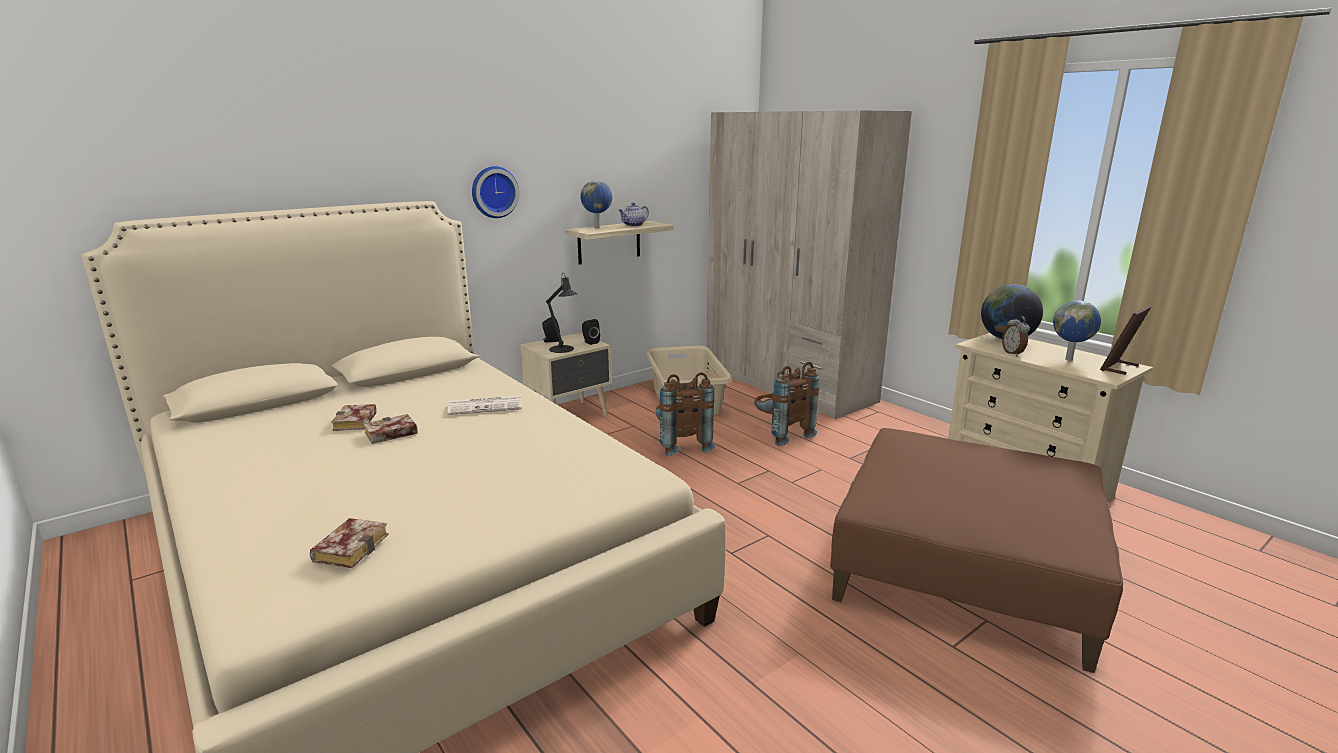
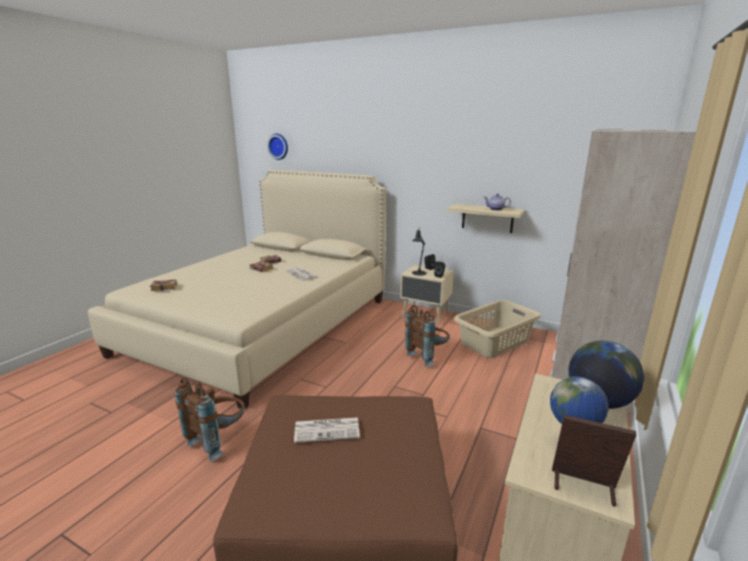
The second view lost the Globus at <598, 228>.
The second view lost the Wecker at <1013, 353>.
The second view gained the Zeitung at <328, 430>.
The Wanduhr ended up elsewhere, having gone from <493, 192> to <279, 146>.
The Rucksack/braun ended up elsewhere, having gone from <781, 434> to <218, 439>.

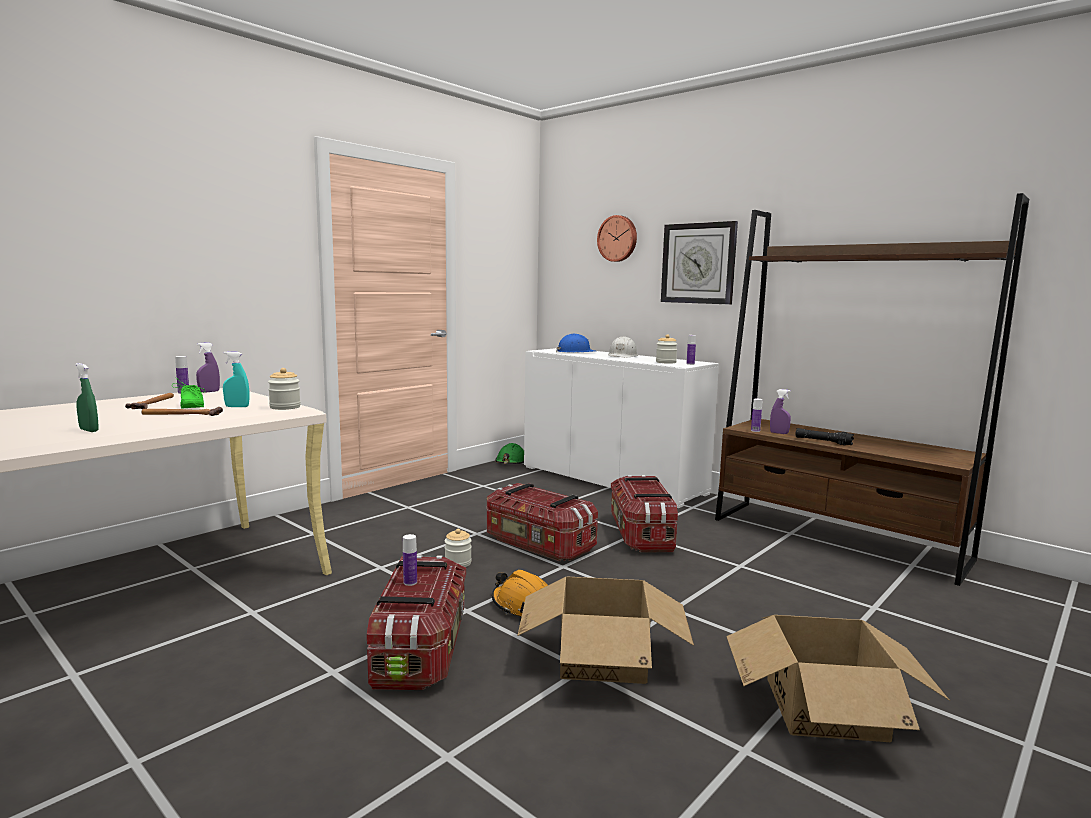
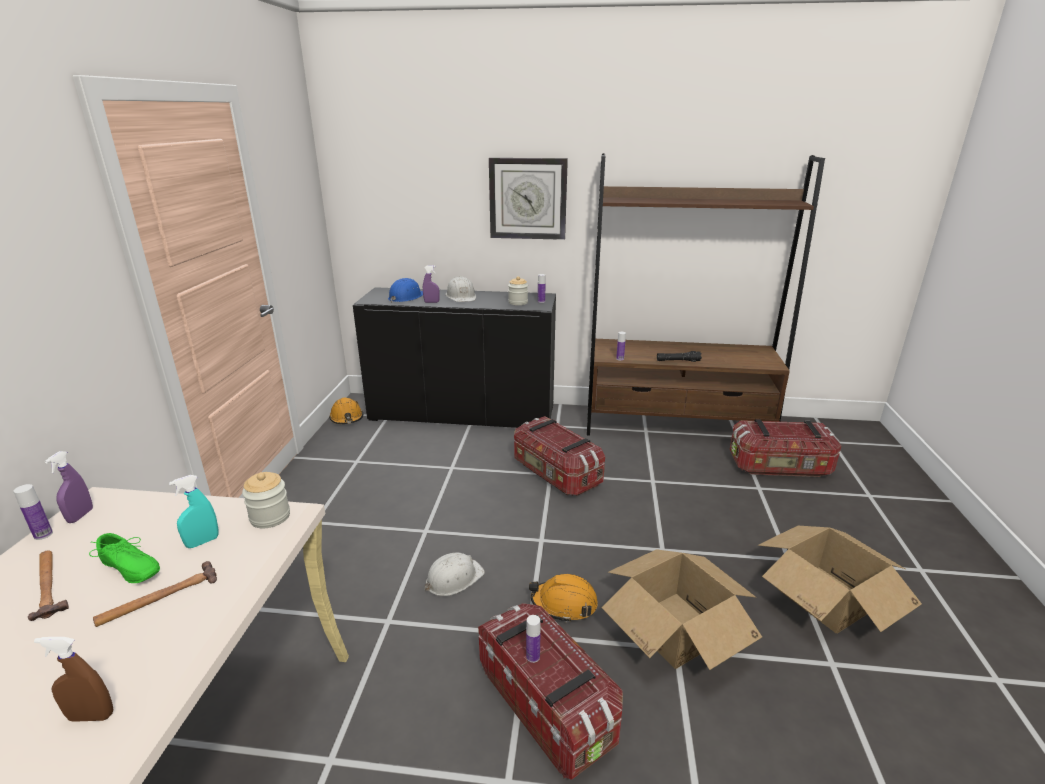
The second view lost the Wanduhr at <618, 238>.
The Aufbewahrungsbox ended up elsewhere, having gone from <538, 545> to <780, 467>.
The Sprühflasche/lila ended up elsewhere, having gone from <779, 433> to <431, 302>.
Where the Vorratsglas stood at <458, 563>, the Schutzhelm/weiß came to stand at <453, 578>.
What was the Sprühflasche/grün at <89, 430> turned into the Sprühflasche/braun at <91, 716>.
What was the Schutzhelm/grün at <511, 462> turned into the Schutzhelm/orange at <347, 418>.
What was the Schrank/weiß at <611, 480> turned into the Schrank/schwarz at <462, 413>.

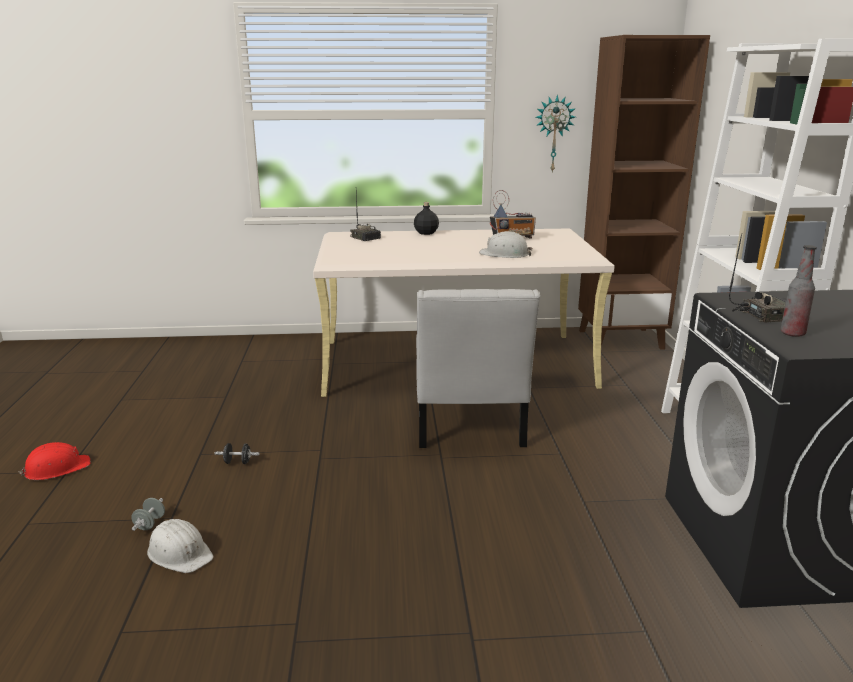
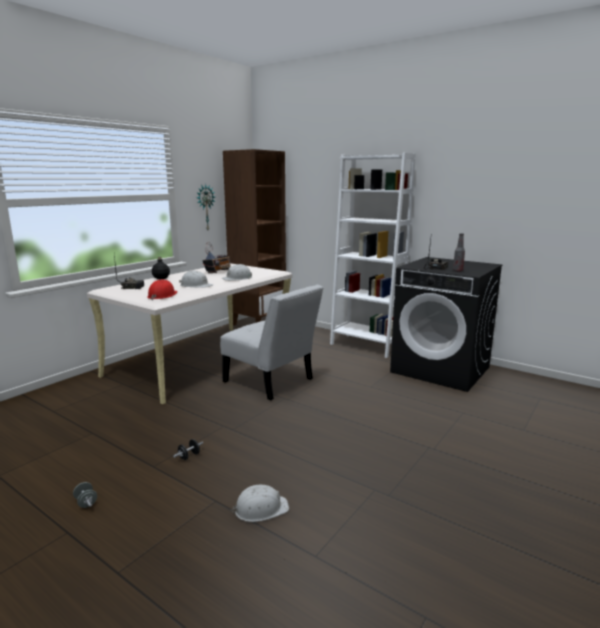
The second view gained the Schutzhelm/weiß at <196, 285>.
The Schutzhelm/rot ended up elsewhere, having gone from <57, 468> to <162, 295>.
The Hantel/grau ended up elsewhere, having gone from <150, 523> to <86, 502>.

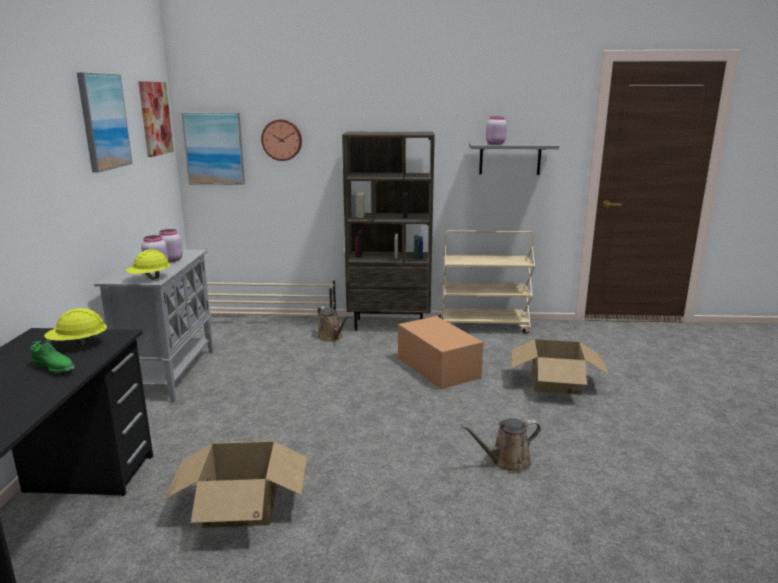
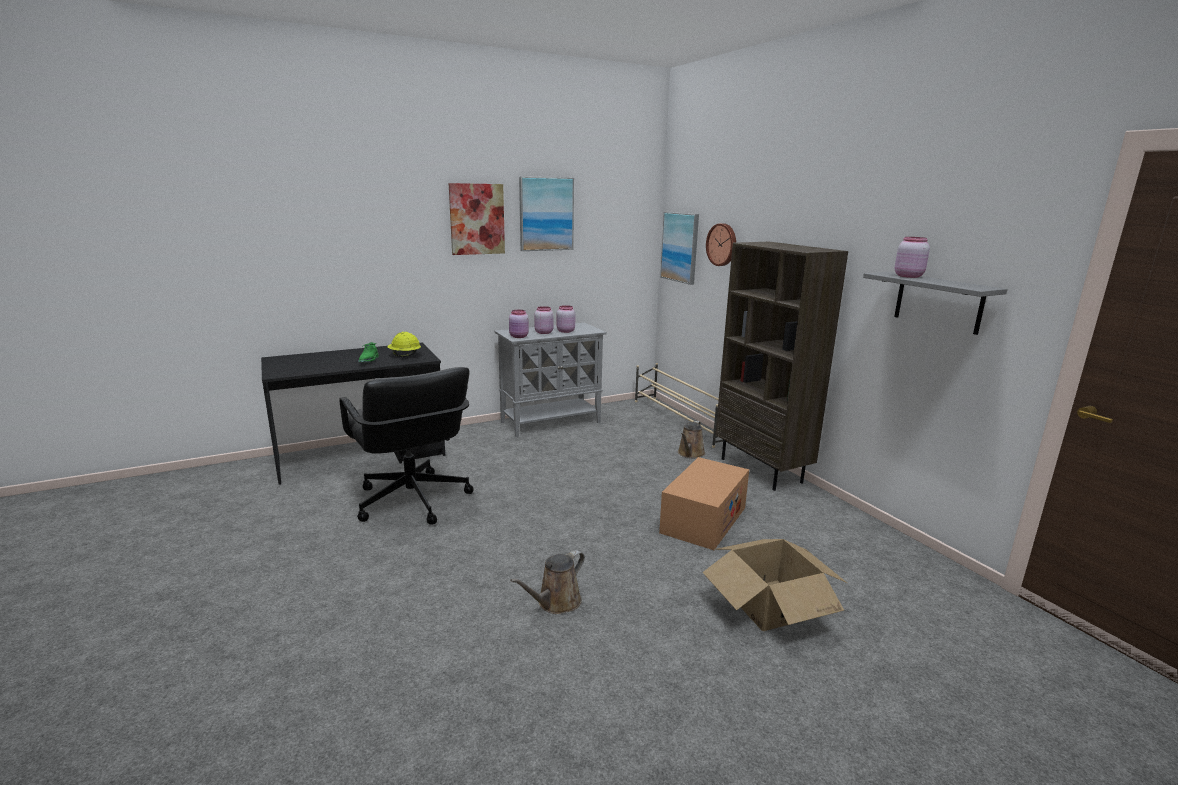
The second view lost the Rollwagen/beige at <484, 326>.
The Bild ended up elsewhere, having gone from <155, 118> to <477, 219>.
Where the Schutzhelm/gelb stood at <150, 278>, the Vorratsglas/rosa came to stand at <519, 336>.
Where the Karton stood at <241, 505>, the Bürostuhl/schwarz came to stand at <412, 501>.
The Gießkanne/braun at <506, 461> ended up facing another way, 90 degrees counterclockwise from before.

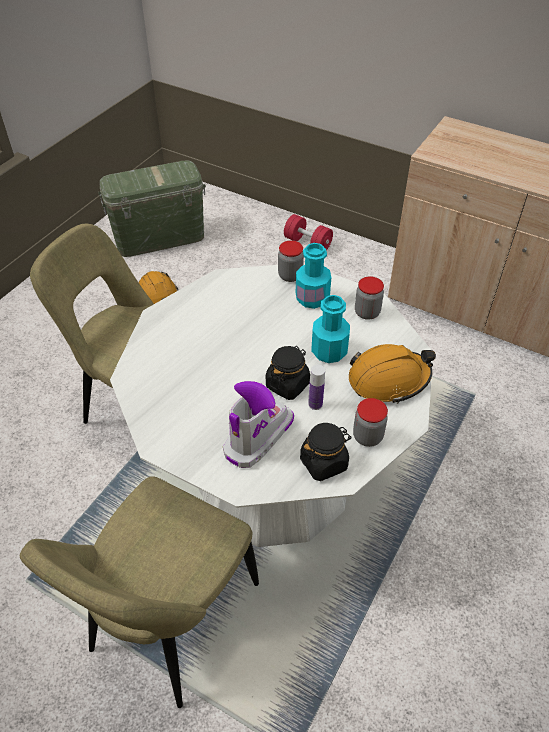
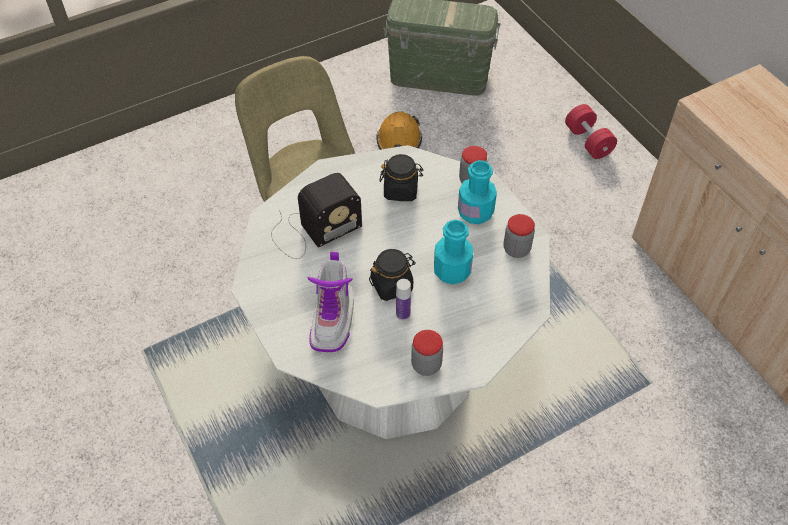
The second view lost the Stuhl/beige at <170, 623>.
The second view lost the Schutzhelm/orange at <388, 379>.
The second view gained the Radio at <312, 230>.
The Vorratsglas/schwarz ended up elsewhere, having gone from <324, 462> to <401, 190>.
The Stiefel at <257, 437> ended up facing another way, 120 degrees clockwise from before.

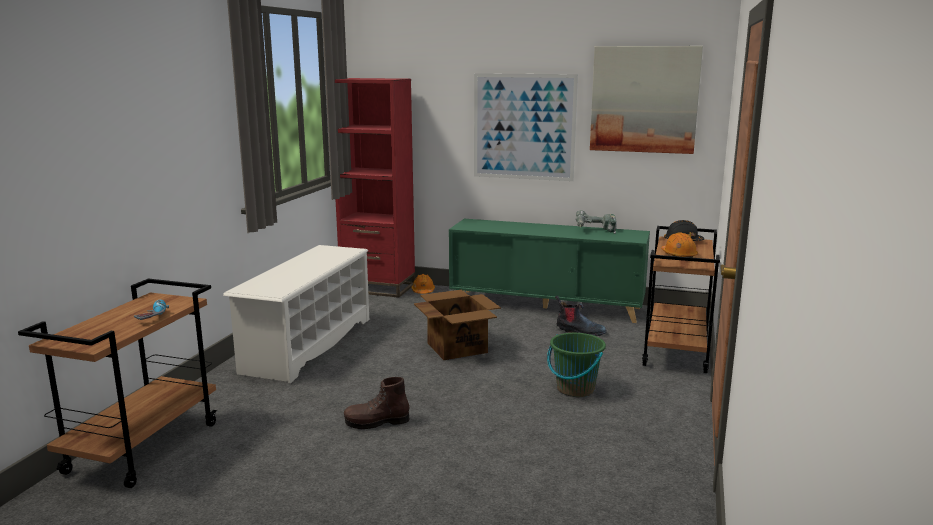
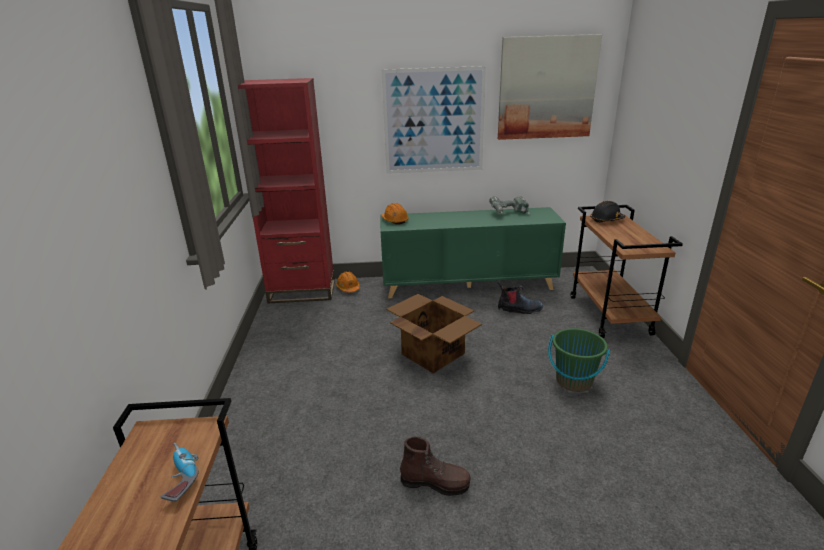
The second view lost the Schuhregal/weiß at <308, 344>.
The Schutzhelm/orange ended up elsewhere, having gone from <678, 255> to <395, 220>.
The Stiefel/braun at <377, 422> ended up facing another way, 135 degrees counterclockwise from before.

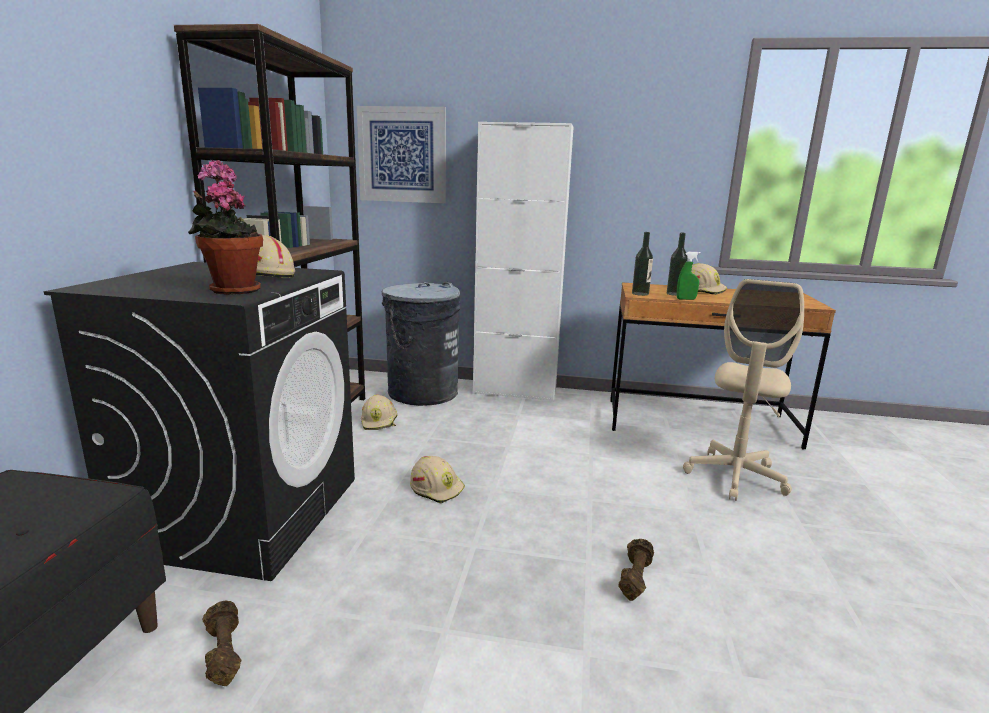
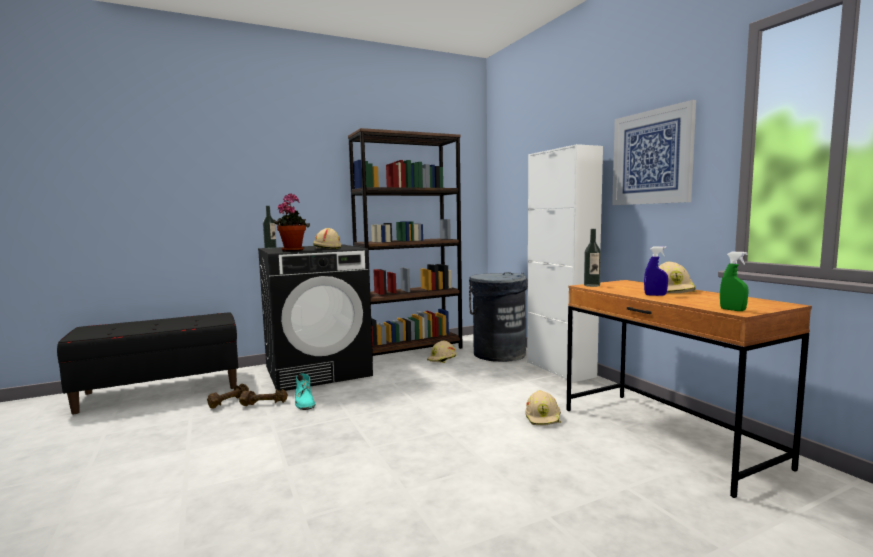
The second view lost the Bürostuhl/beige at <735, 477>.
The second view gained the Stiefel/türkis at <304, 402>.
The second view gained the Sprühflasche/blau at <655, 295>.
The Bild ended up elsewhere, having gone from <402, 155> to <651, 157>.
The Schutzhelm/beige ended up elsewhere, having gone from <437, 488> to <543, 417>.
The Hantel/braun ended up elsewhere, having gone from <634, 578> to <264, 403>.
The Flasche ended up elsewhere, having gone from <674, 294> to <270, 248>.
The Sprühflasche/grün ended up elsewhere, having gone from <686, 299> to <732, 310>.

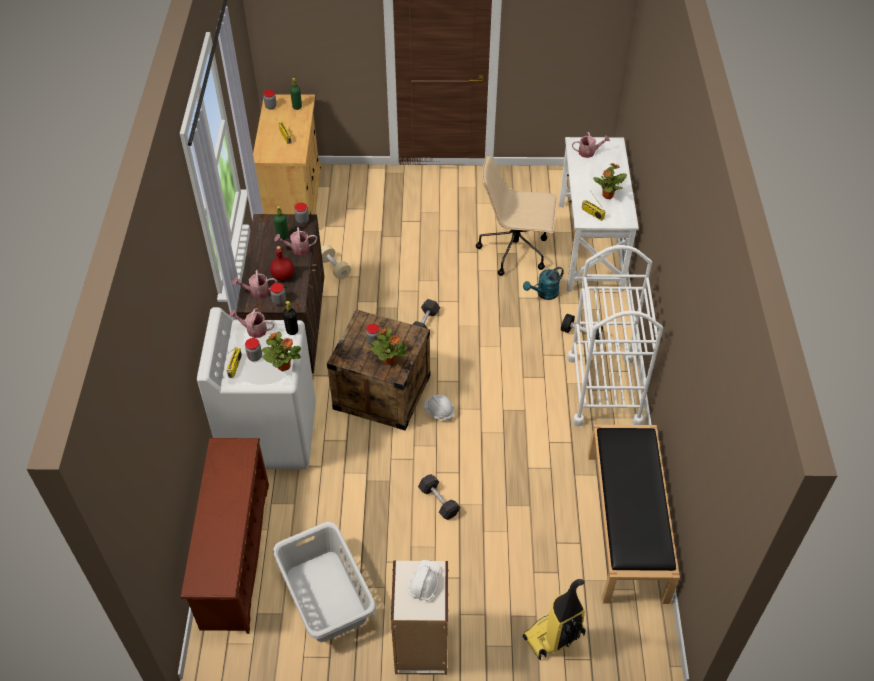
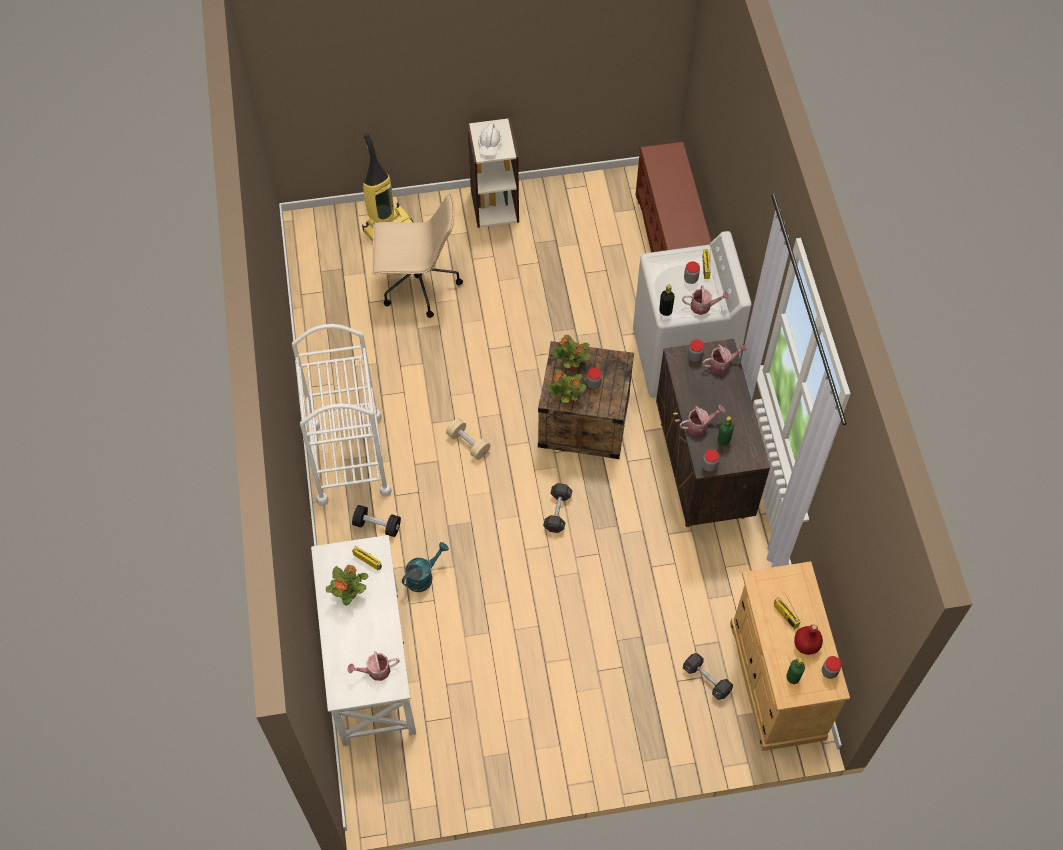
The second view lost the Wäschekorb/grau at <326, 596>.
The second view lost the Schutzhelm/weiß at <439, 412>.
The second view lost the Bank/schwarz at <627, 526>.
The Topfpflanze ended up elsewhere, having gone from <283, 366> to <567, 399>.
The Flasche/rot ended up elsewhere, having gone from <283, 276> to <806, 645>.
The Hantel/beige ended up elsewhere, having gone from <334, 268> to <468, 443>.
The Hantel/schwarz ended up elsewhere, having gone from <438, 501> to <706, 679>.
The Bürostuhl/beige ended up elsewhere, having gone from <515, 251> to <417, 285>.

